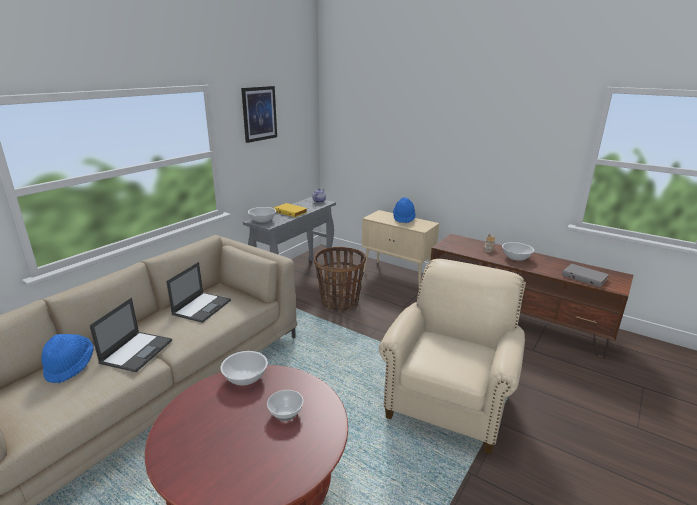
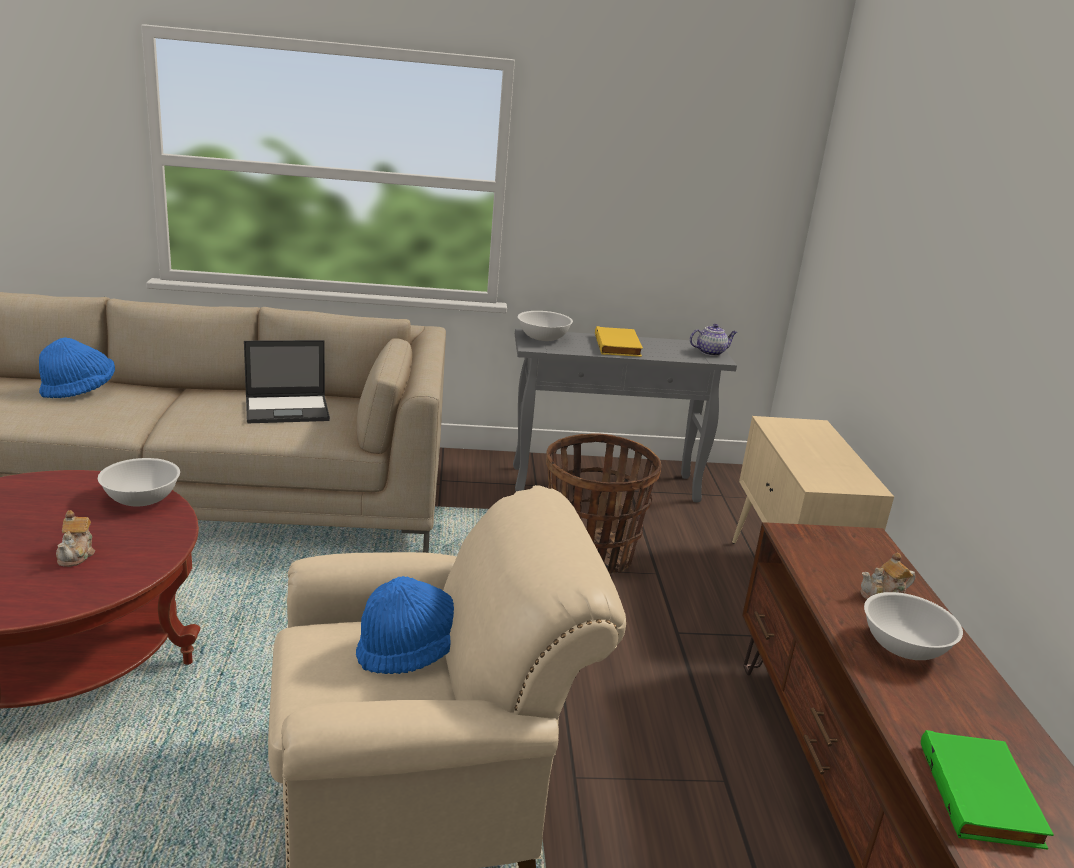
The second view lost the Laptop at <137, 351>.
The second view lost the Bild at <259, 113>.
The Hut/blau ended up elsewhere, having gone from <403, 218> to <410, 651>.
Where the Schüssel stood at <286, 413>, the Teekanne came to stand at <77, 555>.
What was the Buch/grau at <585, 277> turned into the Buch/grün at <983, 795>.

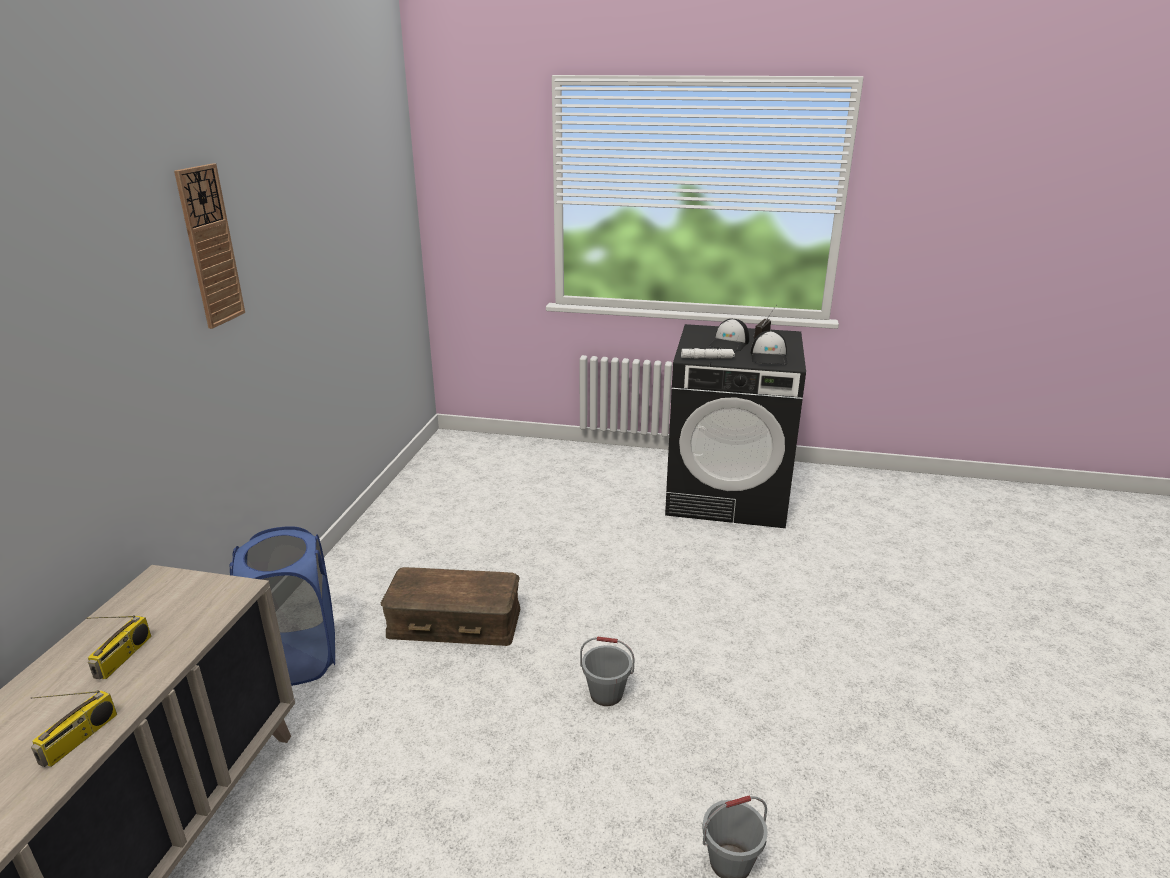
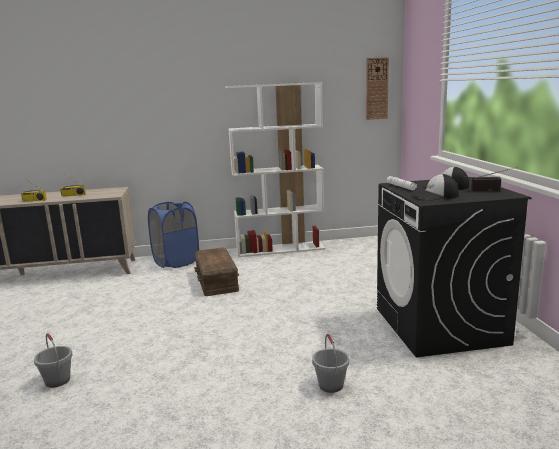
The second view gained the Bücherregal/weiß at <280, 249>.
The Wanduhr ended up elsewhere, having gone from <210, 246> to <377, 88>.
The Eimer/grau ended up elsewhere, having gone from <606, 694> to <331, 385>.

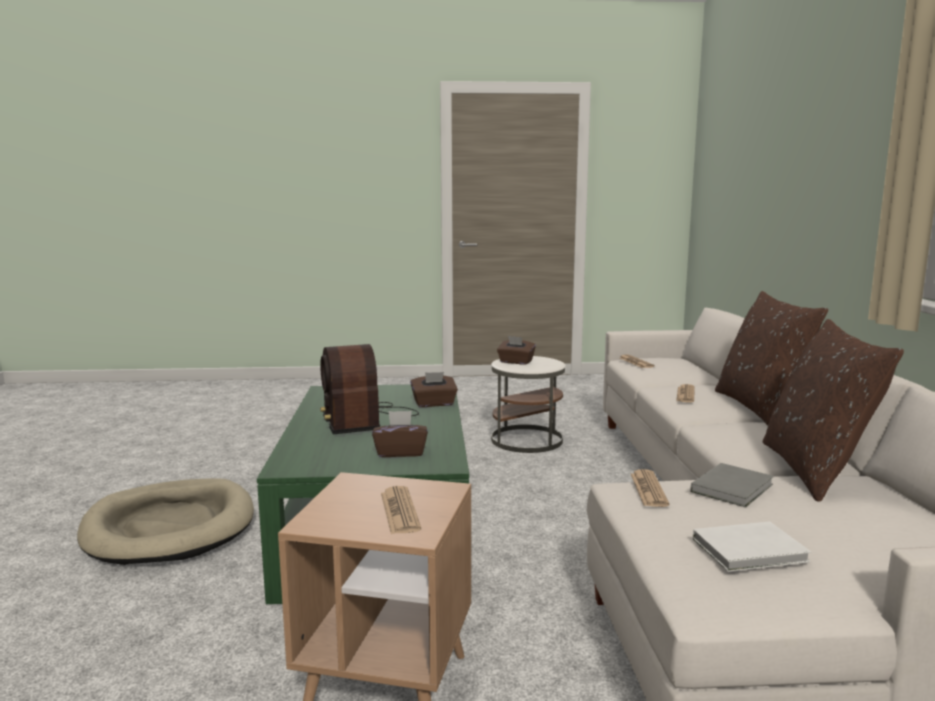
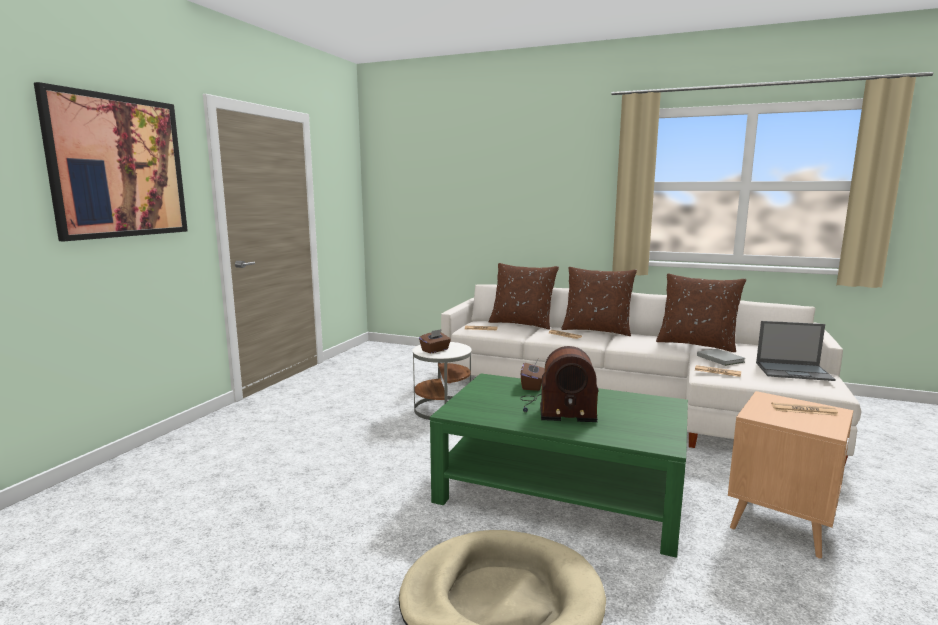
The second view lost the Taschentuchbox/braun at <400, 452>.
The second view gained the Bild at <118, 167>.
The second view gained the Kissen/braun at <522, 324>.
Where the Buch/weiß stood at <752, 551>, the Laptop came to stand at <794, 371>.

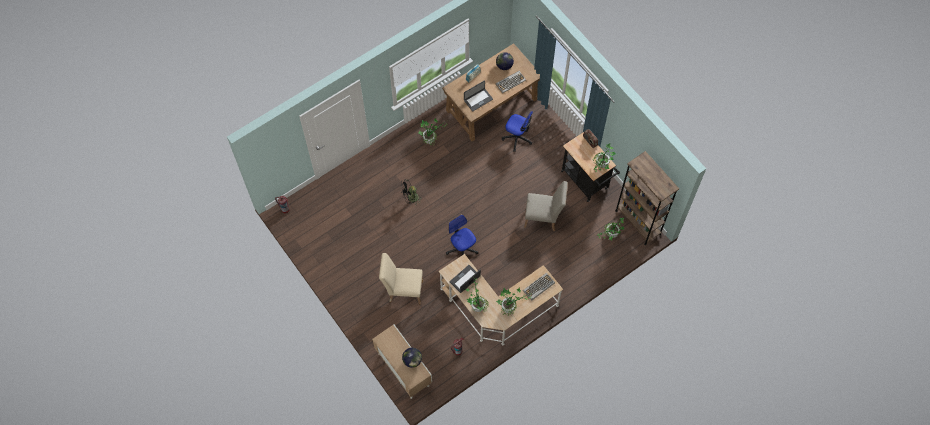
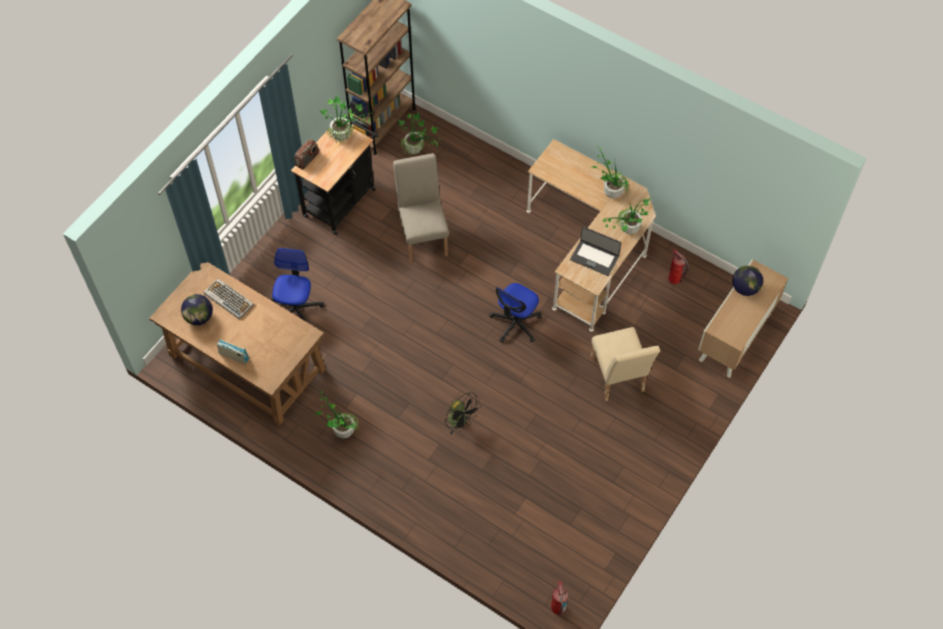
The second view lost the Laptop at <478, 99>.
The second view lost the Tastatur at <538, 287>.

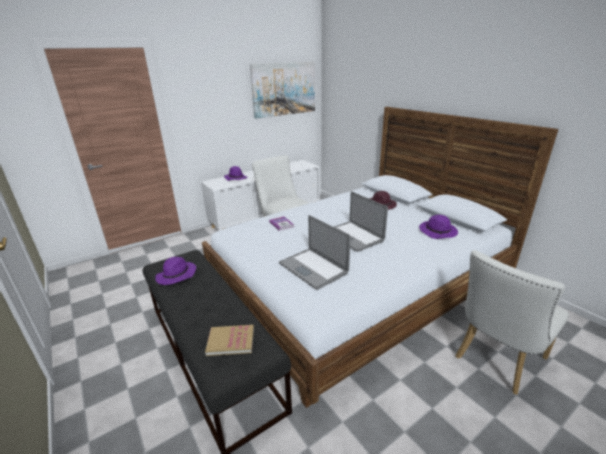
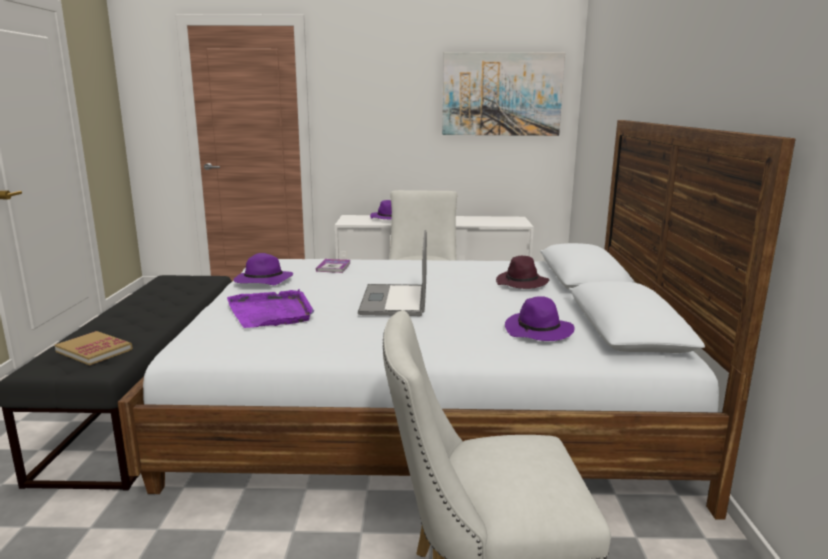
The Hut/lila ended up elsewhere, having gone from <176, 276> to <262, 281>.
Where the Laptop stood at <313, 268>, the Tablett/lila came to stand at <271, 312>.

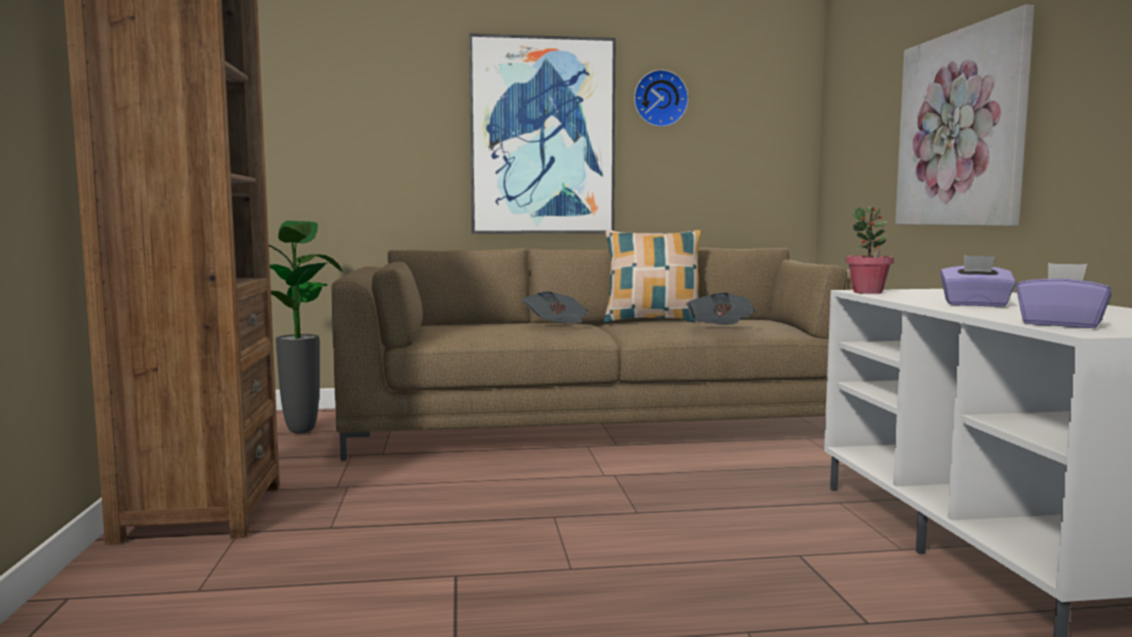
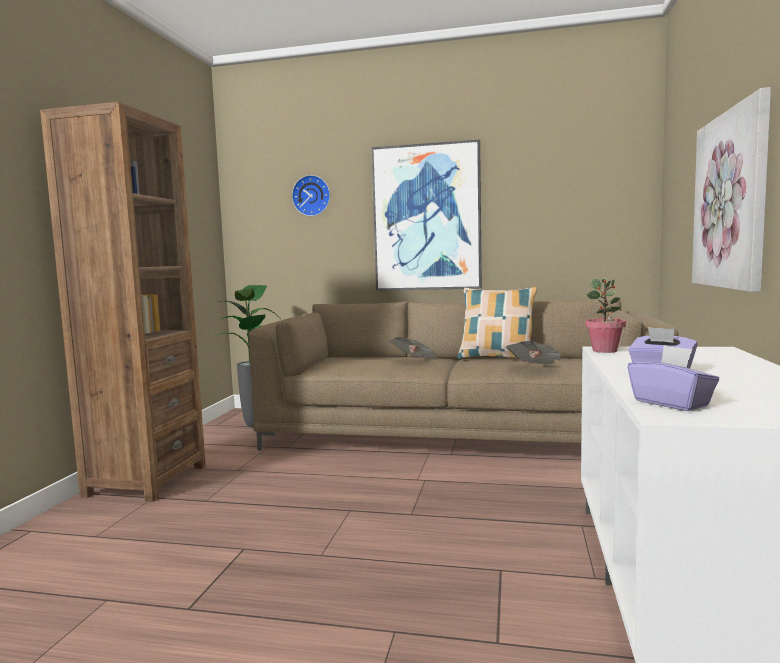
The Wanduhr ended up elsewhere, having gone from <660, 99> to <312, 196>.

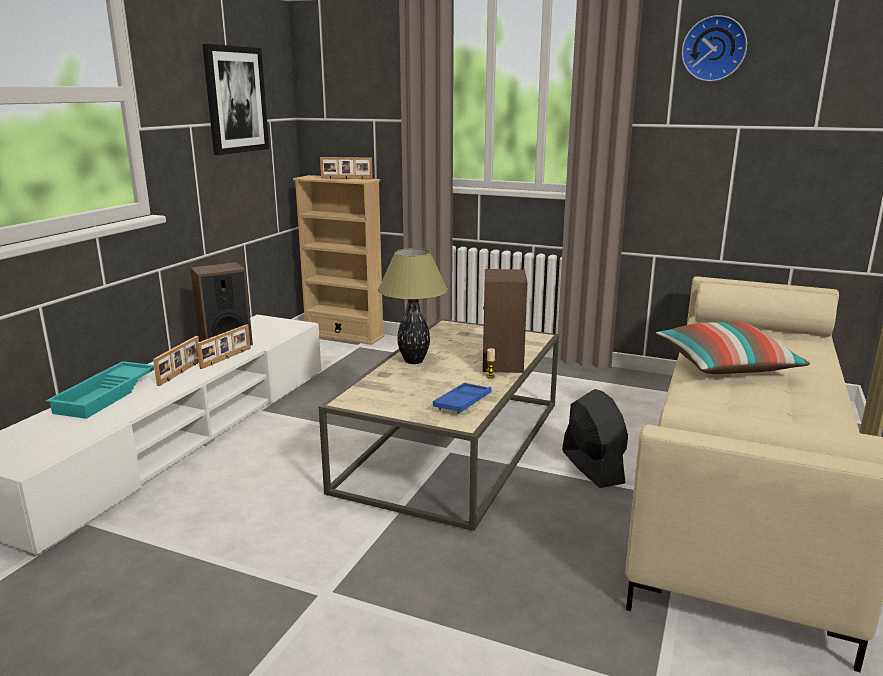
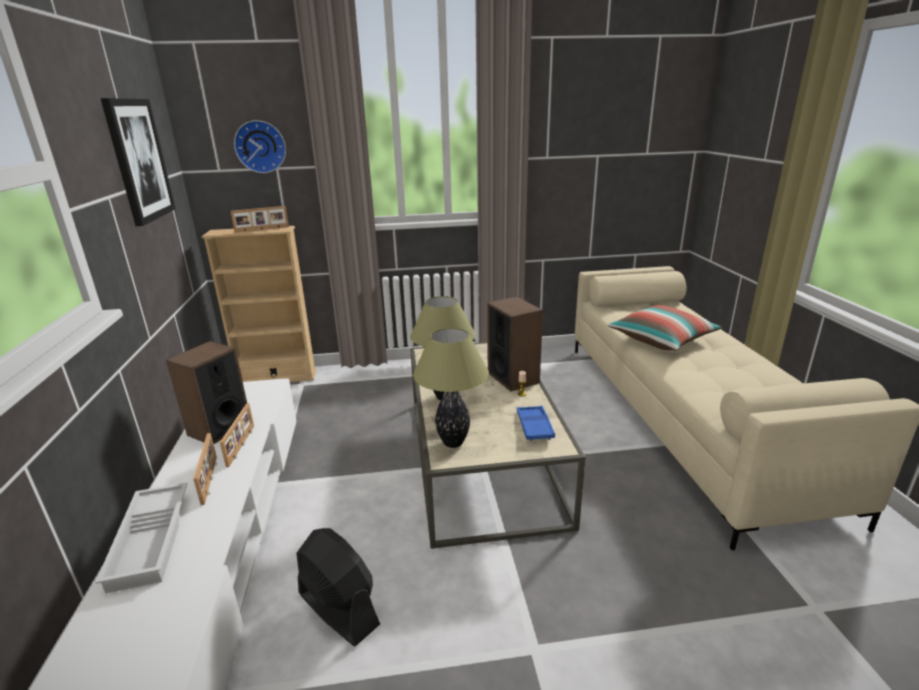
The second view gained the Tischlampe at <453, 442>.
The Ventilator/schwarz ended up elsewhere, having gone from <592, 466> to <338, 609>.
The Wanduhr ended up elsewhere, having gone from <714, 49> to <261, 146>.
What was the Tablett/türkis at <107, 395> turned into the Tablett/weiß at <152, 540>.

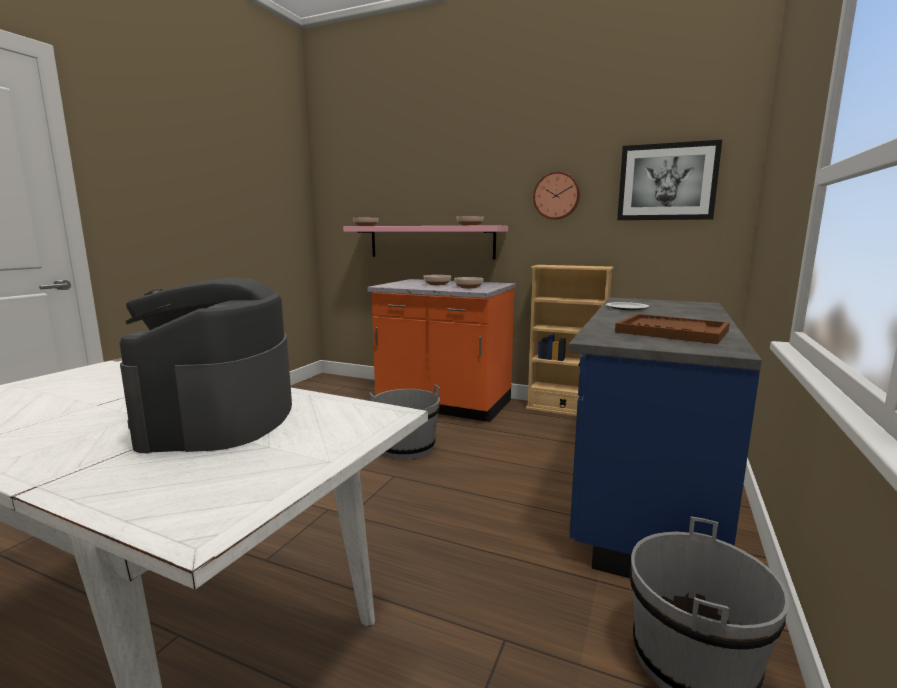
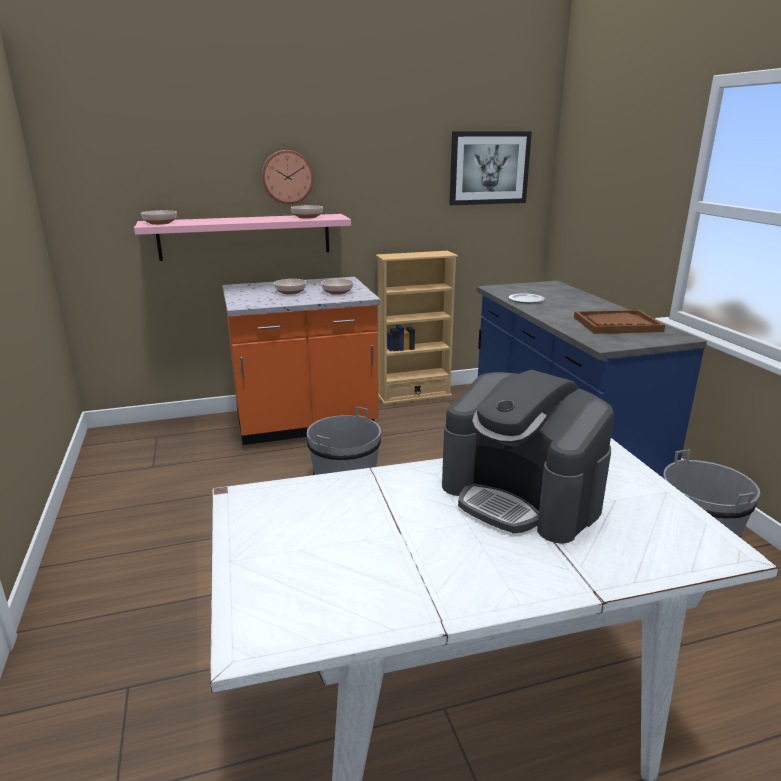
The Wanduhr ended up elsewhere, having gone from <556, 196> to <287, 177>.

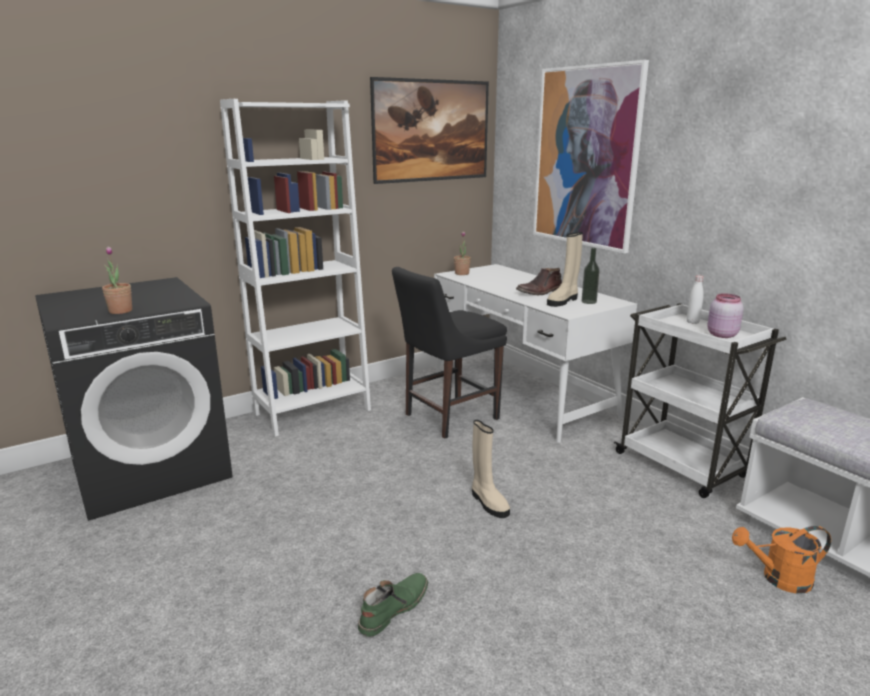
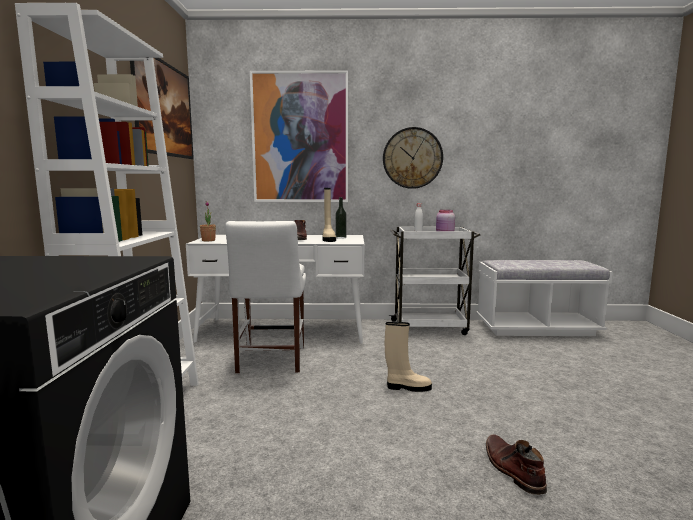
The second view lost the Topfpflanze at <120, 311>.
The second view lost the Gießkanne/orange at <779, 579>.
The second view gained the Wanduhr at <412, 158>.
What was the Stiefel/grün at <393, 608> turned into the Stiefel/braun at <512, 469>.
What was the Stuhl/schwarz at <447, 417> turned into the Stuhl/weiß at <270, 361>.

